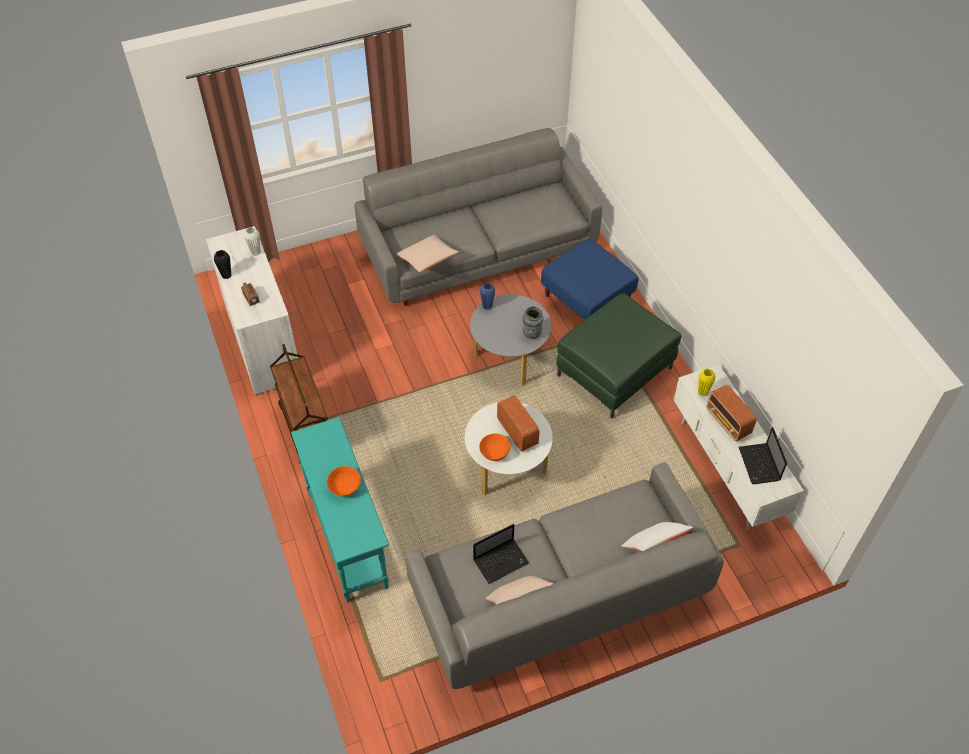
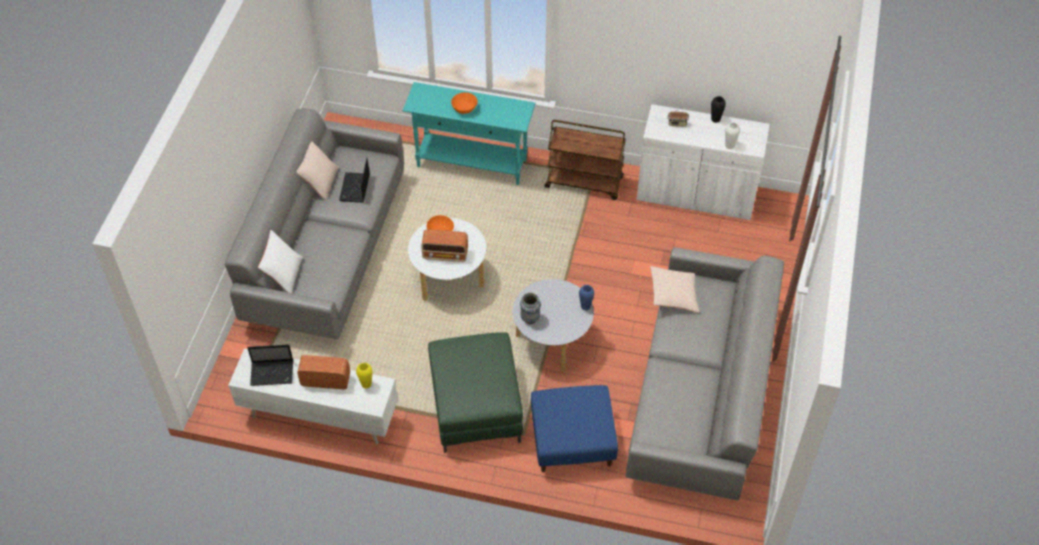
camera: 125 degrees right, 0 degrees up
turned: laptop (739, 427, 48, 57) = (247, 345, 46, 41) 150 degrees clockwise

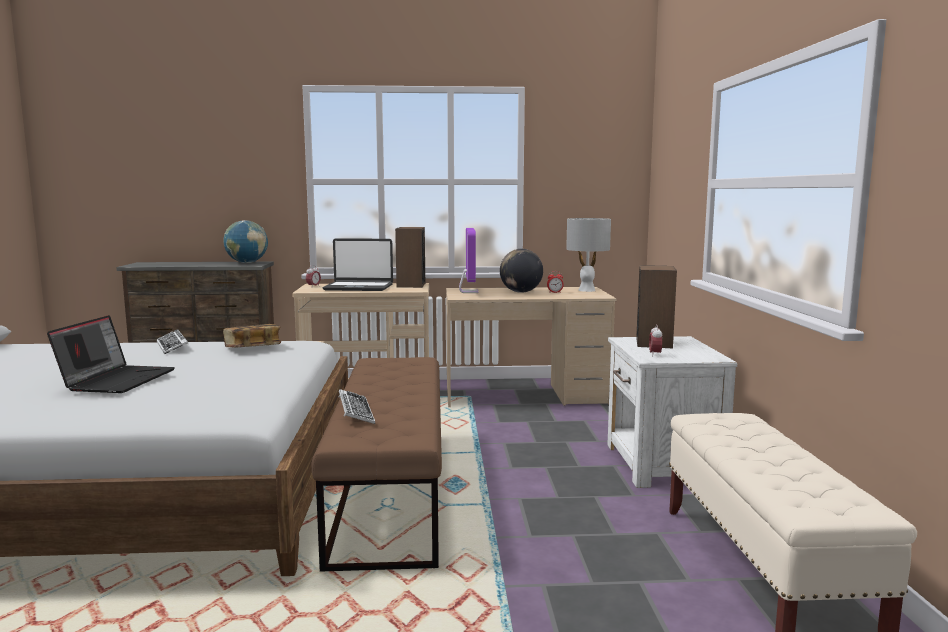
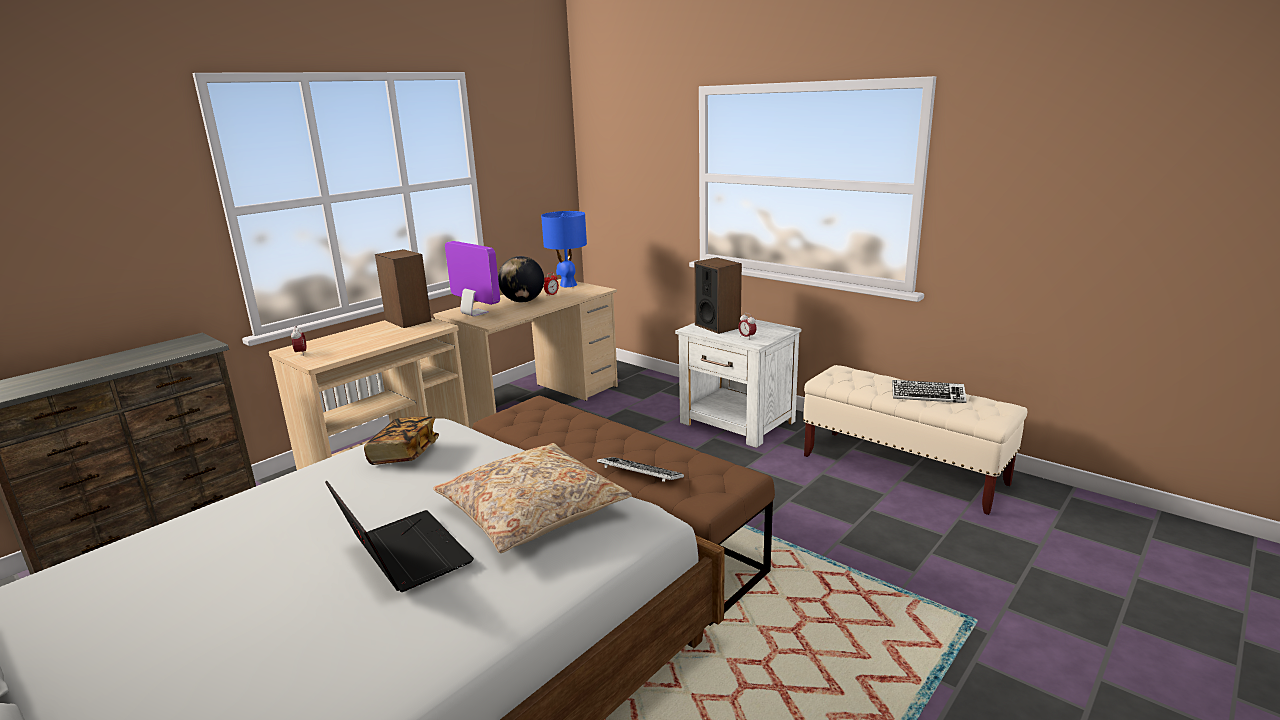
camera: 45 degrees left, 10 degrees up
removed: globe (223, 220, 45, 43); laptop (322, 238, 71, 53)
added: pillow/beige (433, 443, 198, 110)
moved: keyboard (157, 330, 31, 25) to (892, 380, 75, 23)
recoloured: table lamp/grey (566, 218, 45, 74) to table lamp/blue (541, 211, 46, 76)

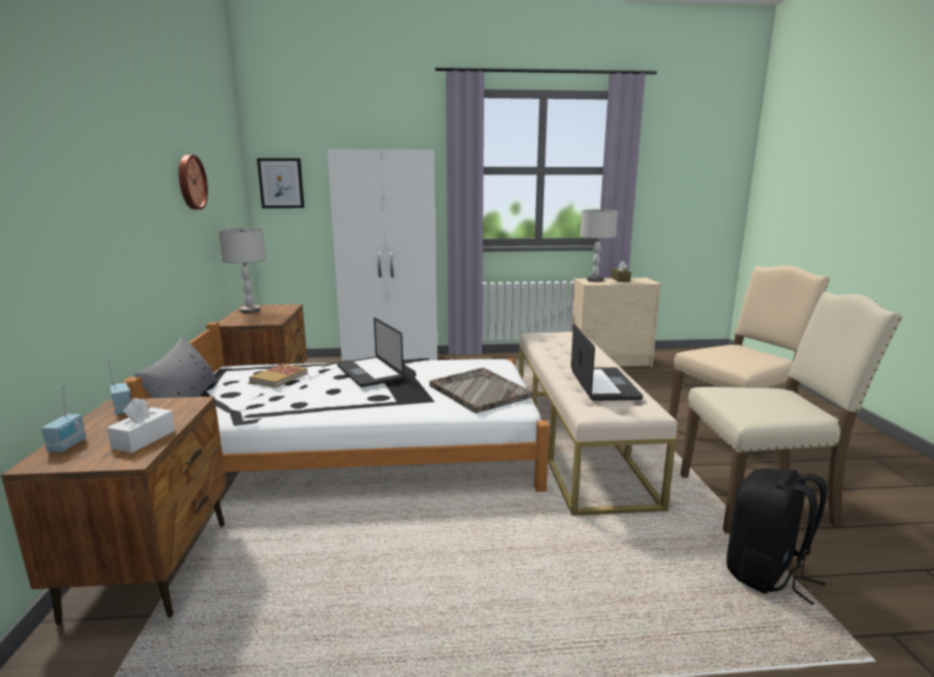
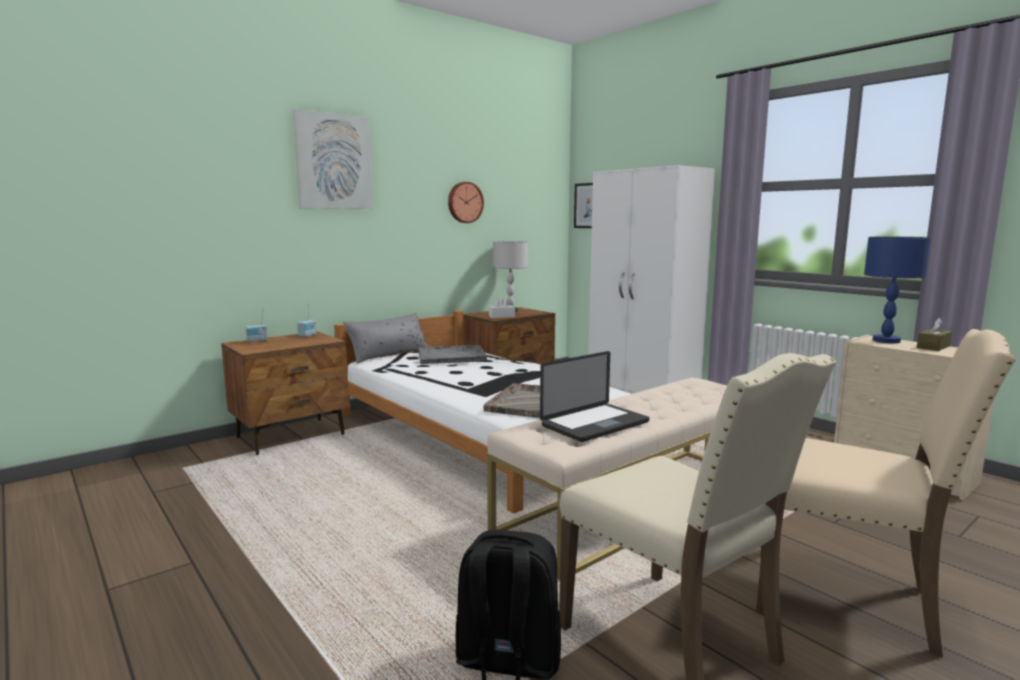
camera: 55 degrees right, 5 degrees down
removed: laptop (337, 317, 67, 70)
added: picture (293, 109, 80, 100)
moved: tissue box/white (107, 397, 68, 56) to (489, 296, 26, 22)
replaced: book (249, 364, 59, 24) to tray/grey (419, 345, 68, 19)
recoloured: table lamp/grey (580, 210, 38, 72) to table lamp/blue (864, 236, 67, 108)

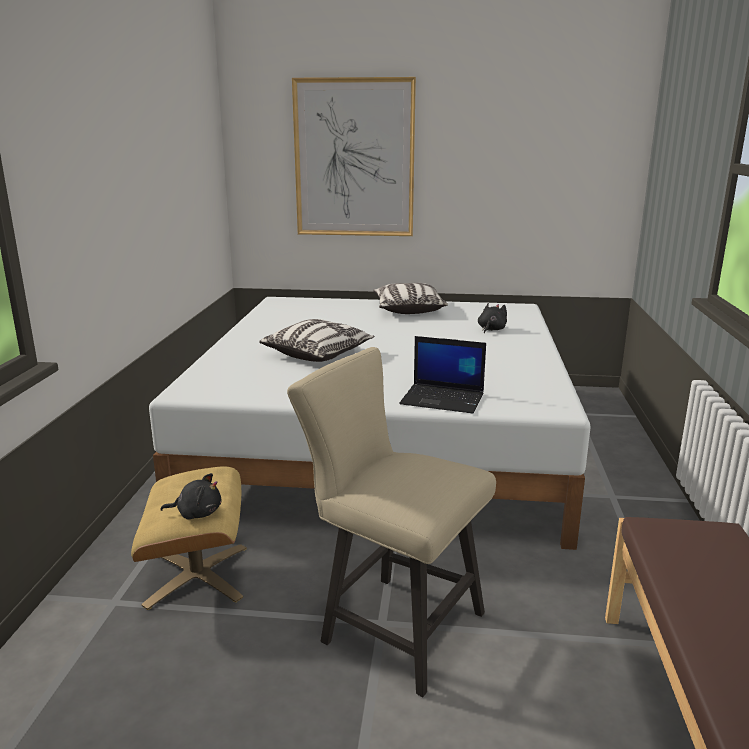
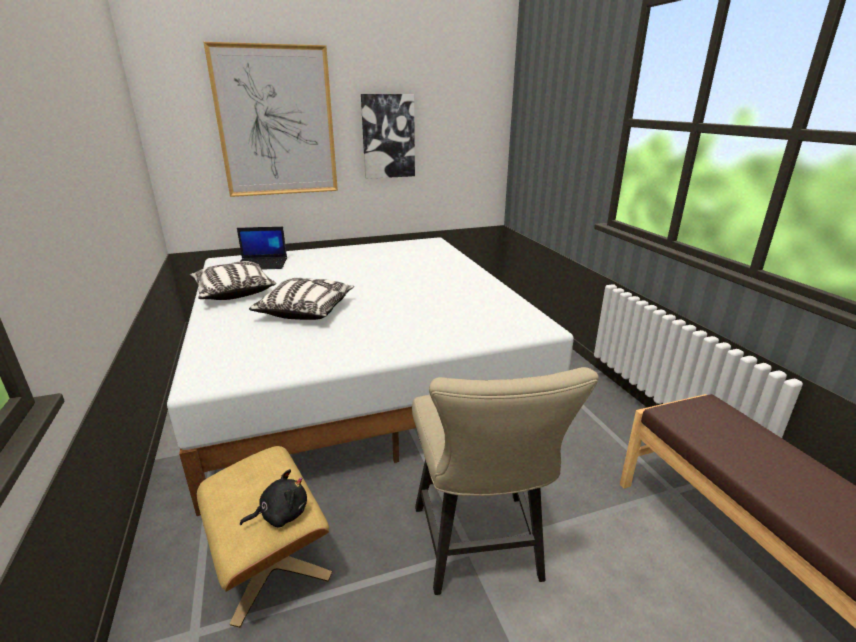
camera: 25 degrees left, 5 degrees up
removed: plush toy/black (478, 303, 29, 30)
added: picture (361, 94, 54, 85)
moved: pillow (373, 283, 75, 31) to (190, 261, 86, 39); laptop (399, 336, 87, 78) to (237, 227, 50, 43)
turned: chair/beige (287, 347, 209, 350) = (412, 367, 187, 228) 105 degrees counterclockwise

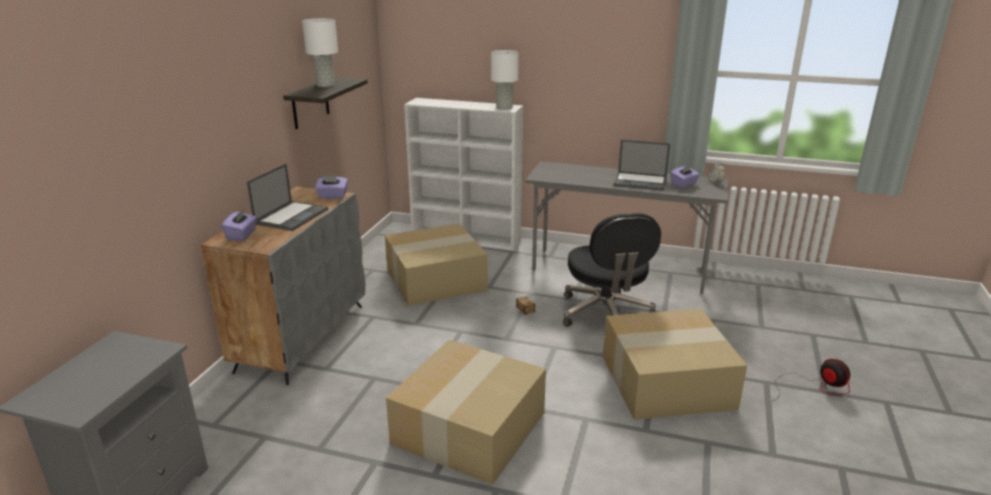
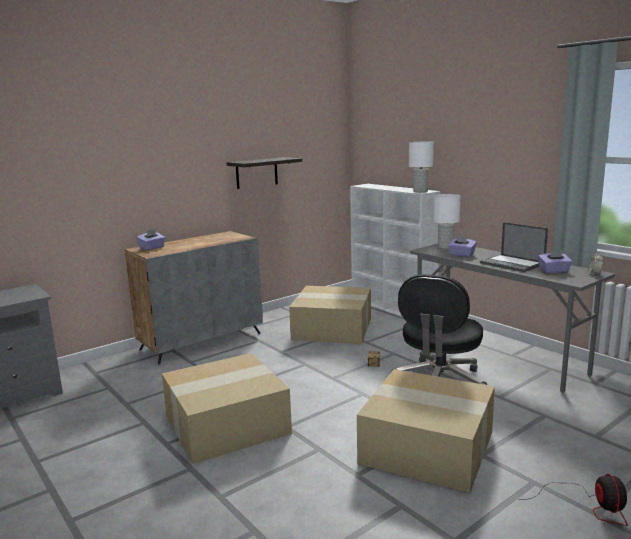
camera: 35 degrees right, 10 degrees down
removed: laptop (247, 164, 81, 67)
moved: table lamp/white (302, 18, 36, 69) to (433, 194, 28, 55); tissue box/purple (315, 175, 33, 24) to (448, 236, 29, 21)

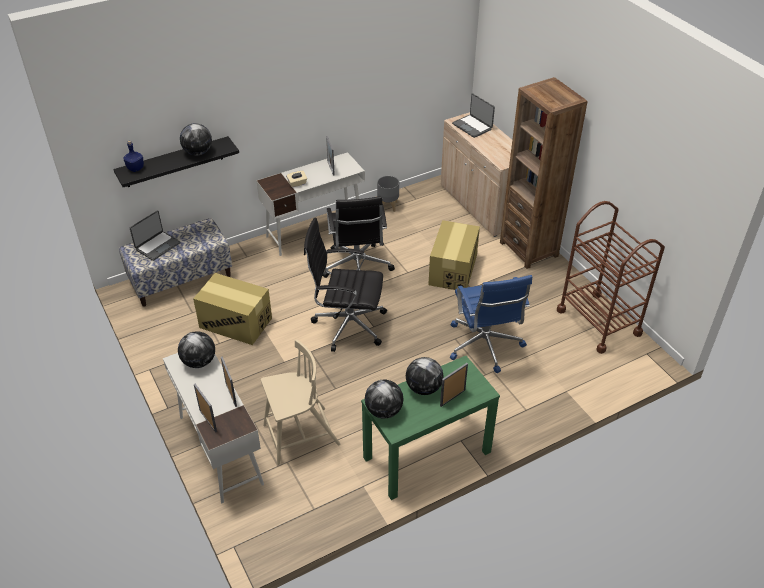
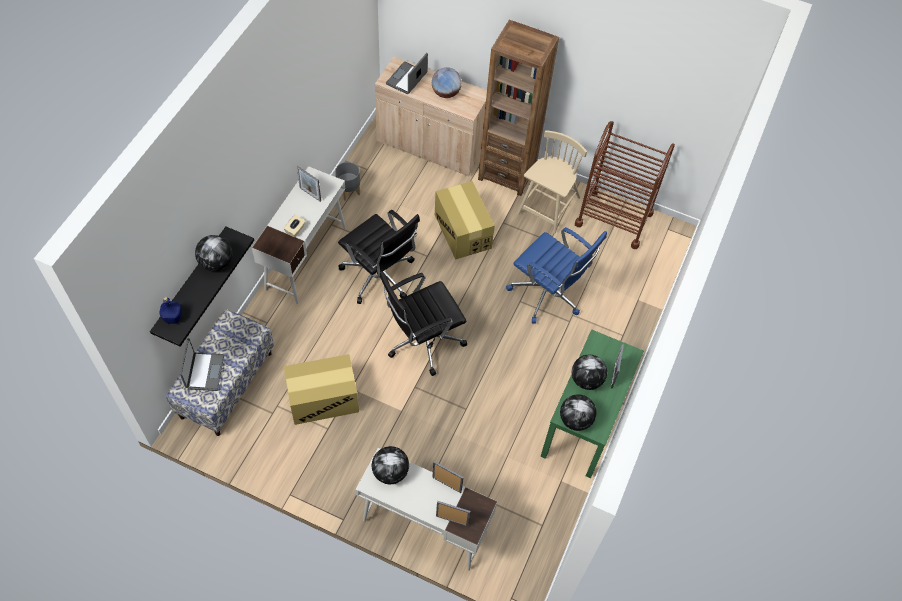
camera: 40 degrees left, 15 degrees up
added: globe (432, 67, 30, 31)
moved: chair/beige (261, 339, 79, 126) to (517, 130, 70, 104)
turned: laptop (452, 93, 43, 45) = (386, 53, 42, 41) 105 degrees clockwise

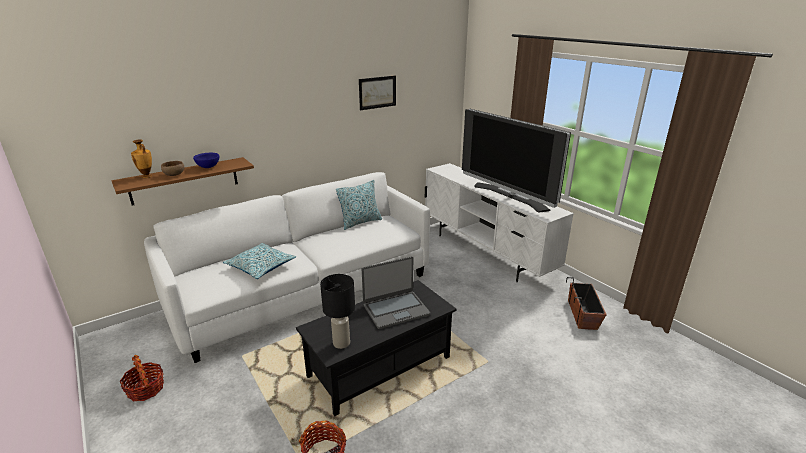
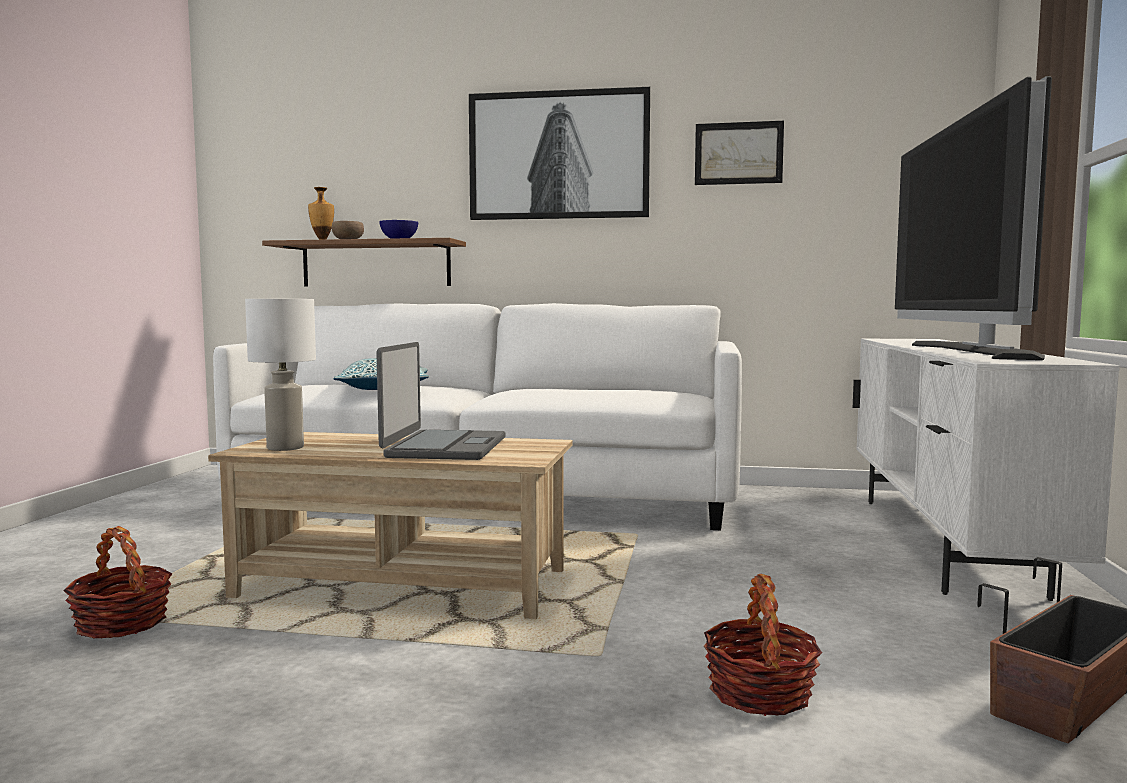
camera: 45 degrees right, 20 degrees down
removed: pillow (336, 180, 46, 50)
added: picture (469, 87, 181, 133)
moved: basket (119, 355, 45, 46) to (704, 574, 118, 142)
recoloured: coffee table/black (296, 280, 161, 136) to coffee table/beige (208, 432, 365, 187); table lamp/black (320, 274, 35, 75) to table lamp/white (245, 299, 71, 152)
turned: laptop (362, 257, 68, 72) = (376, 342, 129, 118) 105 degrees counterclockwise

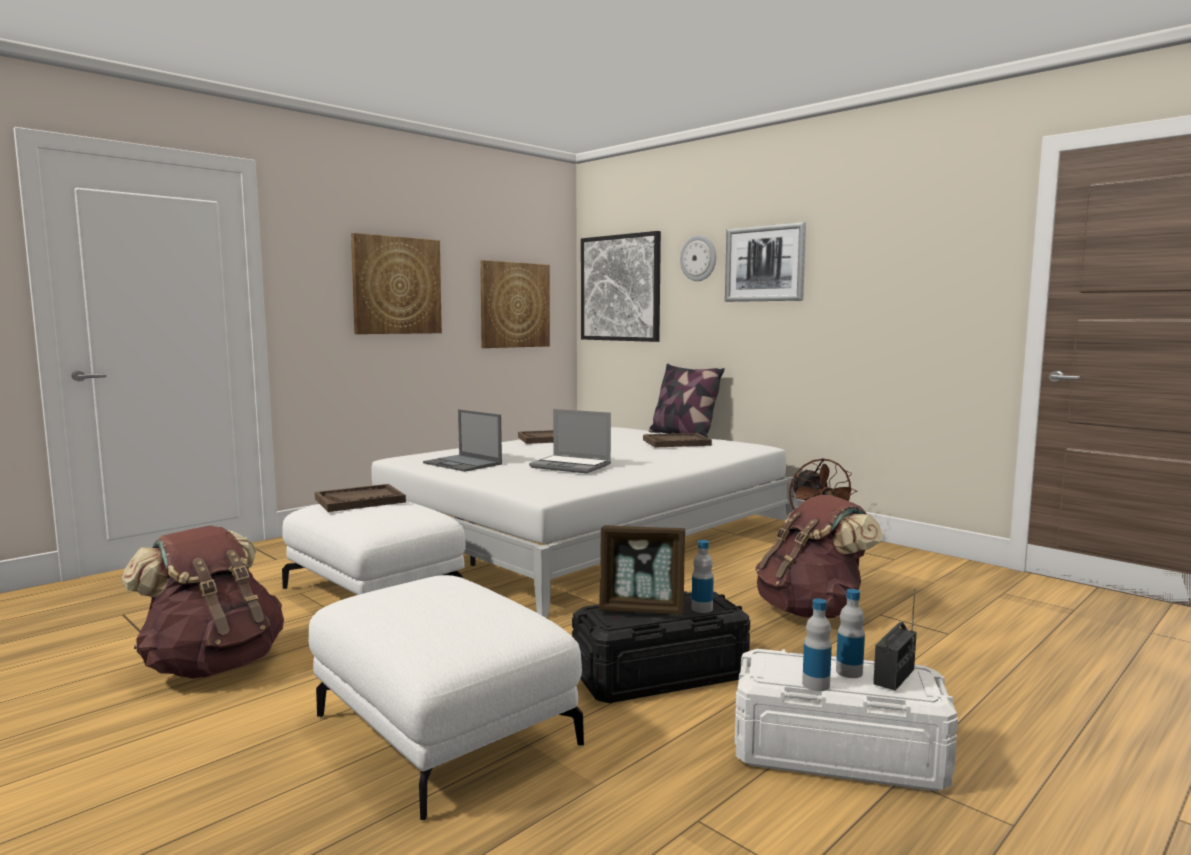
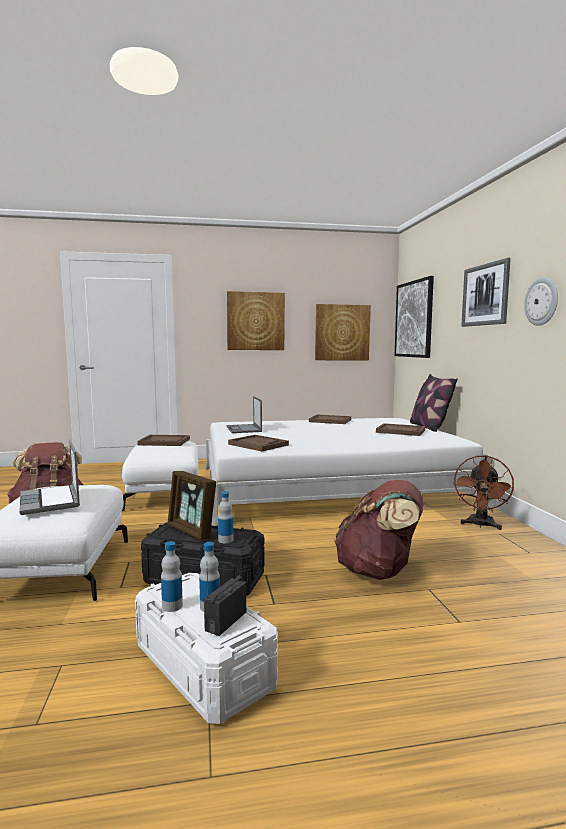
camera: 35 degrees right, 0 degrees up
added: tray/brown (228, 435, 61, 16)
moved: laptop (529, 409, 82, 65) to (19, 440, 61, 75); wall clock (680, 235, 36, 46) to (524, 278, 34, 48)
turned: radio (873, 589, 44, 102) = (204, 568, 42, 68) 135 degrees clockwise

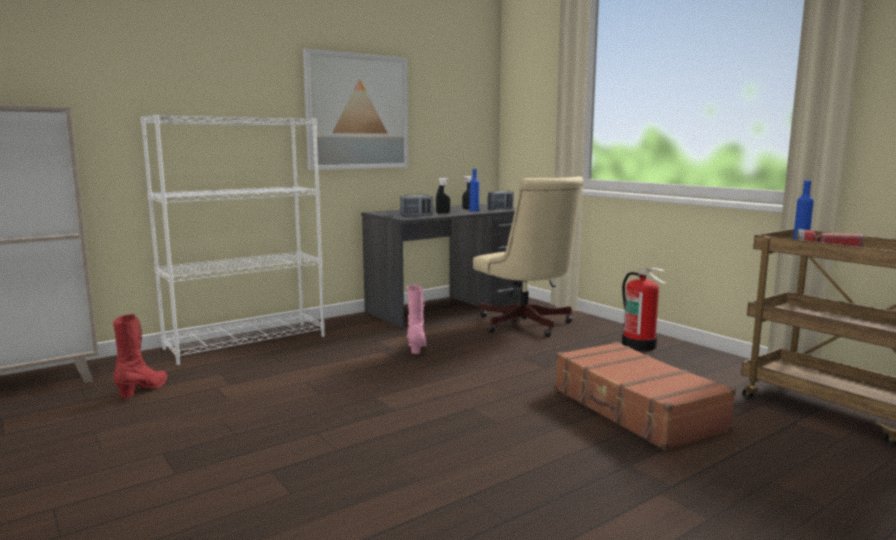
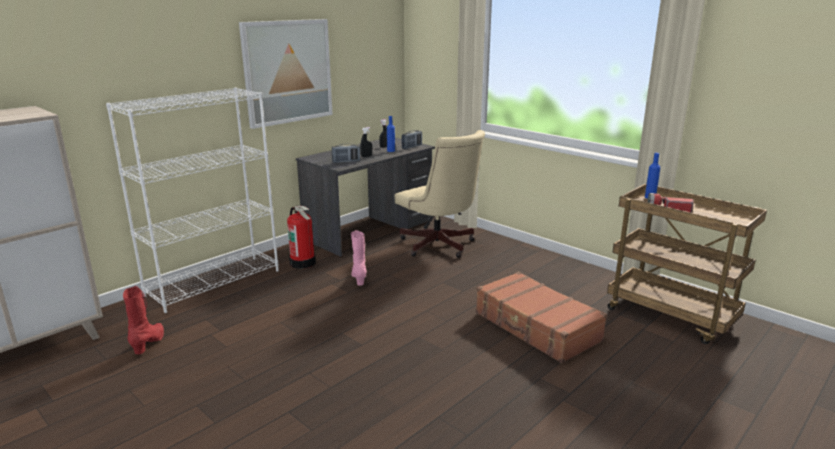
camera: 10 degrees left, 10 degrees up
moved: fire extinguisher (622, 268, 44, 83) to (287, 205, 29, 64)

